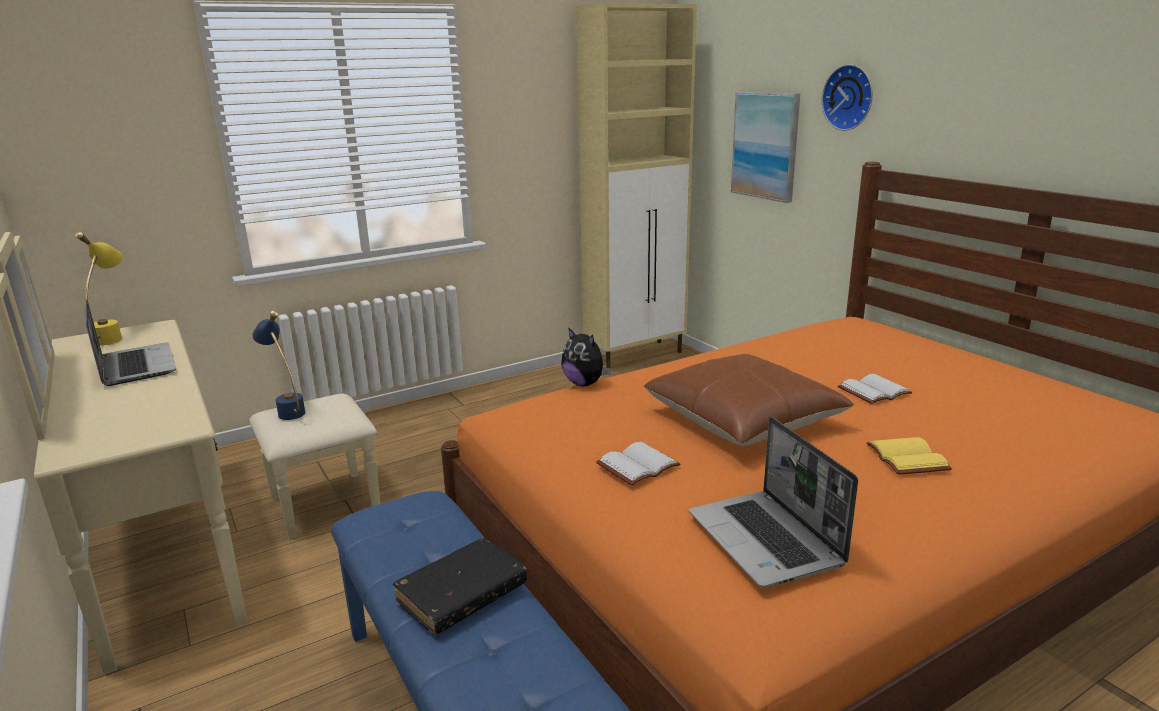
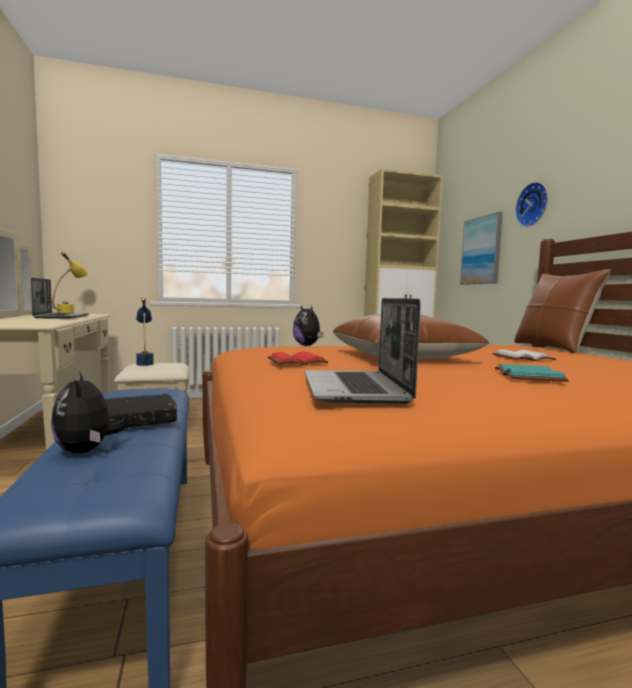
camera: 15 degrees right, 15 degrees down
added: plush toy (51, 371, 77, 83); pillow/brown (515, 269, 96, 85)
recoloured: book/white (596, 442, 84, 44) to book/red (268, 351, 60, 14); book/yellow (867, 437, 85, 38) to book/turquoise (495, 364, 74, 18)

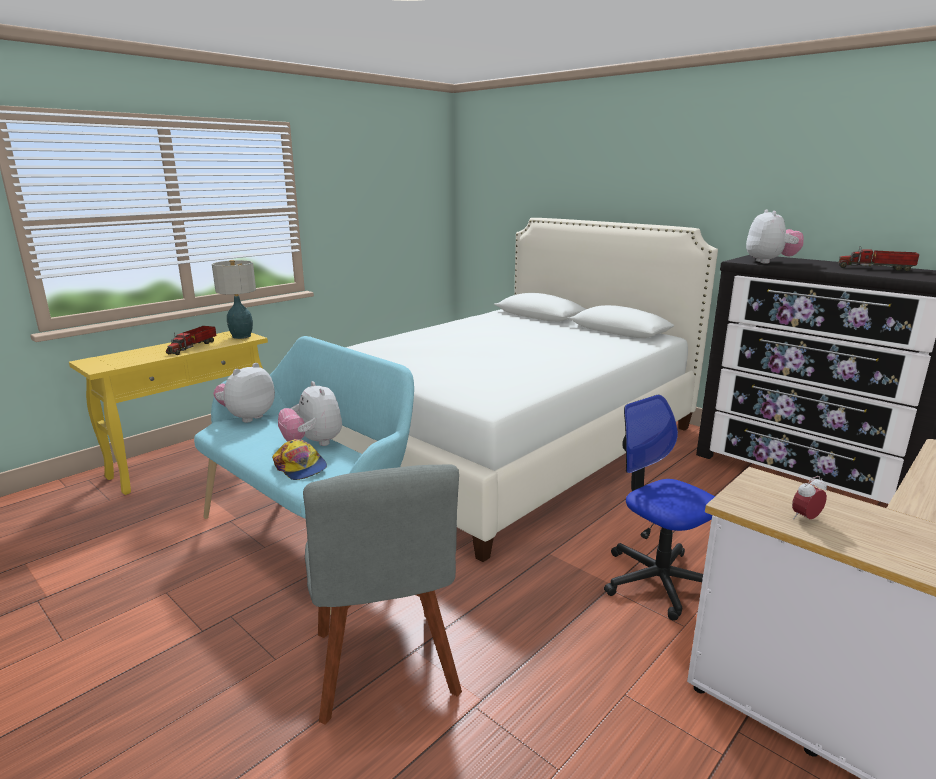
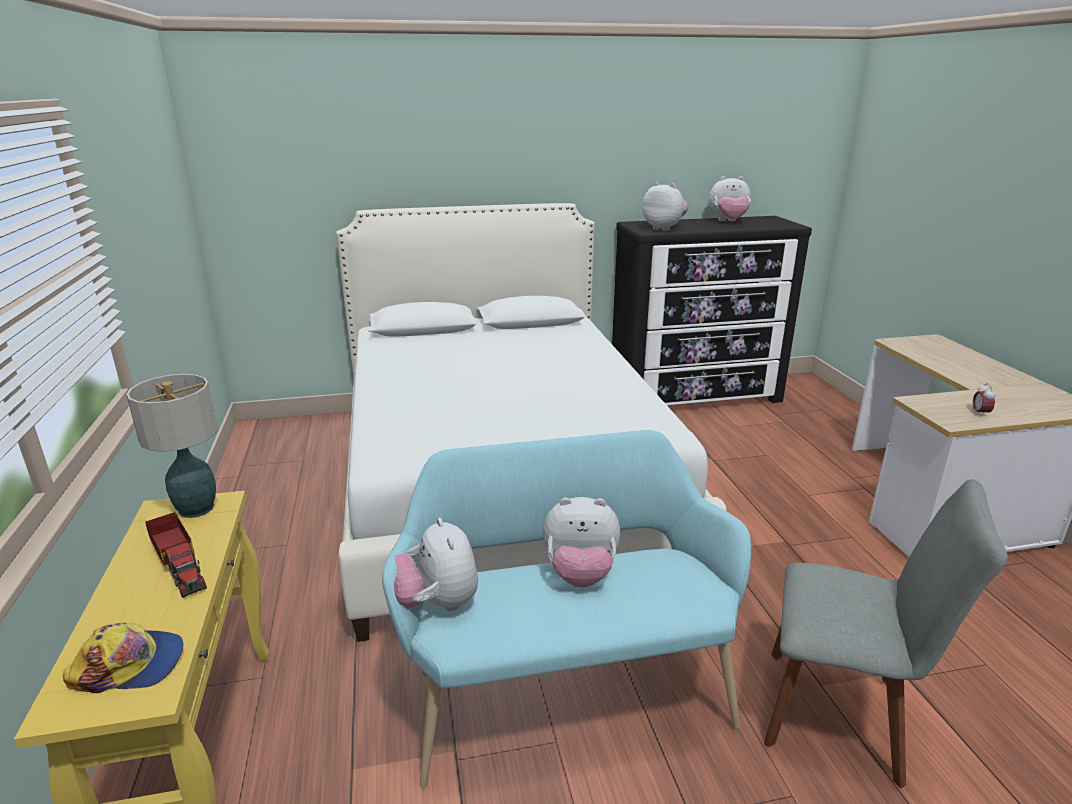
camera: 55 degrees left, 5 degrees up
removed: office chair (604, 395, 111, 226)
moved: cap (272, 439, 55, 41) to (63, 623, 121, 70)
replaced: toy truck (838, 247, 81, 24) to plush toy (709, 176, 42, 45)

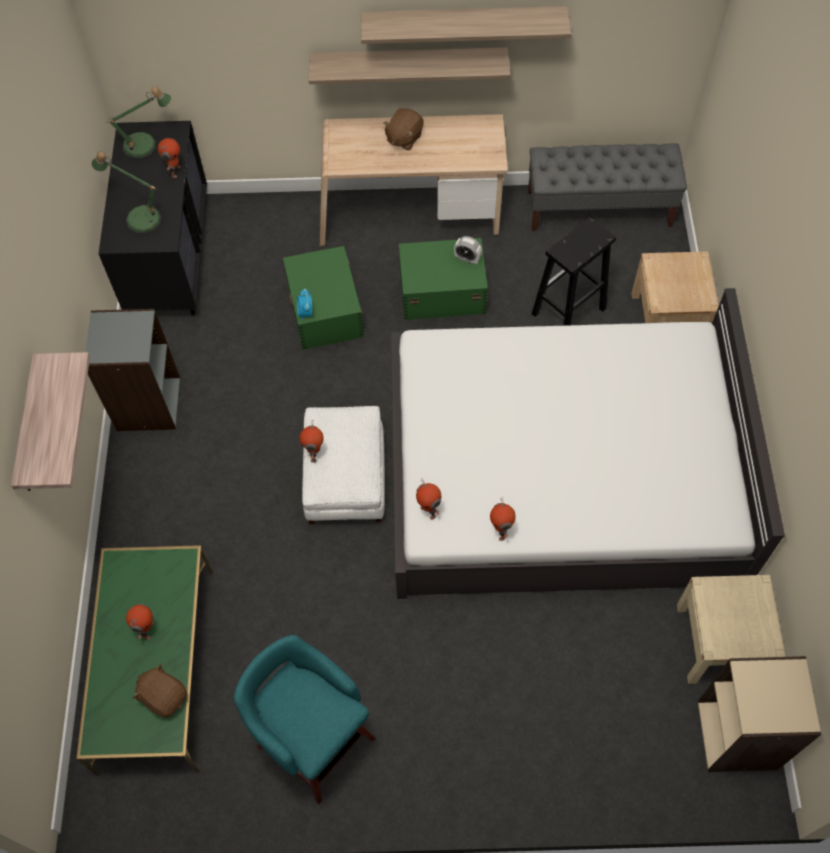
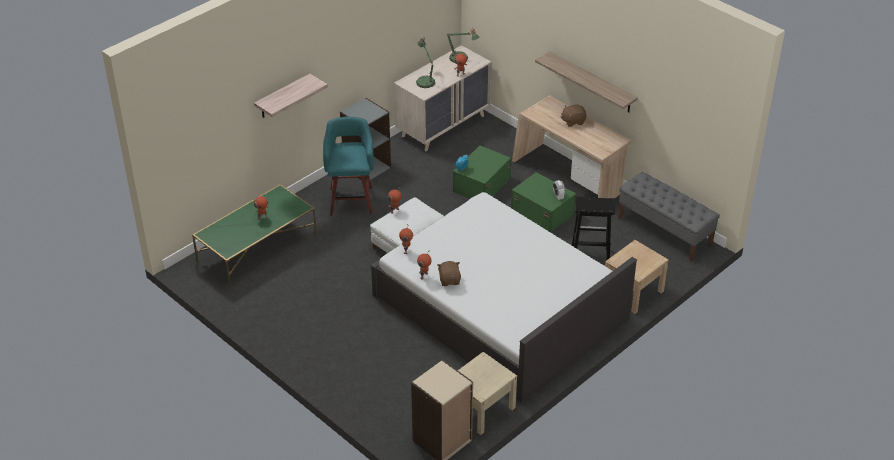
camera: 45 degrees right, 20 degrees down
removed: shelf (361, 6, 210, 38)
moved: plush toy/brown (133, 664, 54, 54) to (437, 261, 24, 25); stool/turquoise (234, 635, 142, 169) to (323, 117, 51, 99)
recoloured: dresser/black (98, 121, 109, 195) to dresser/beige (394, 45, 98, 106)

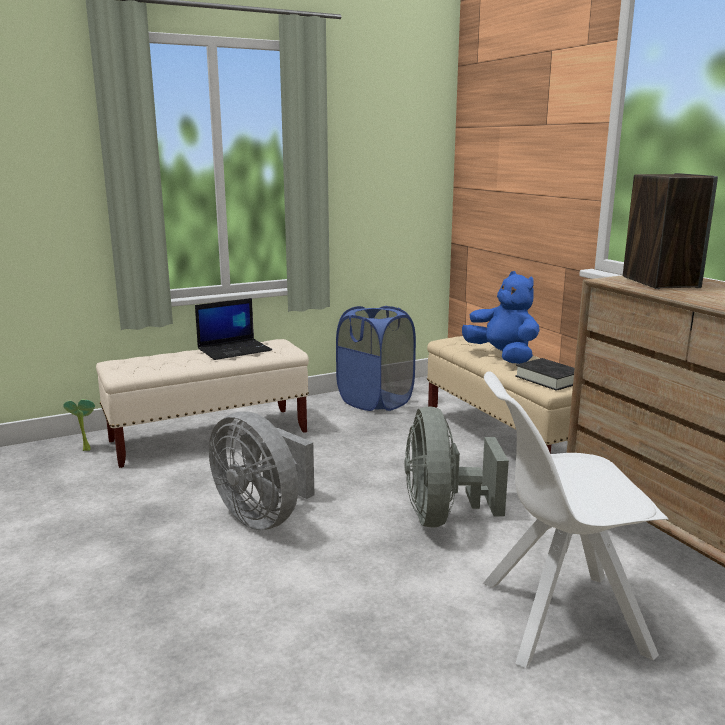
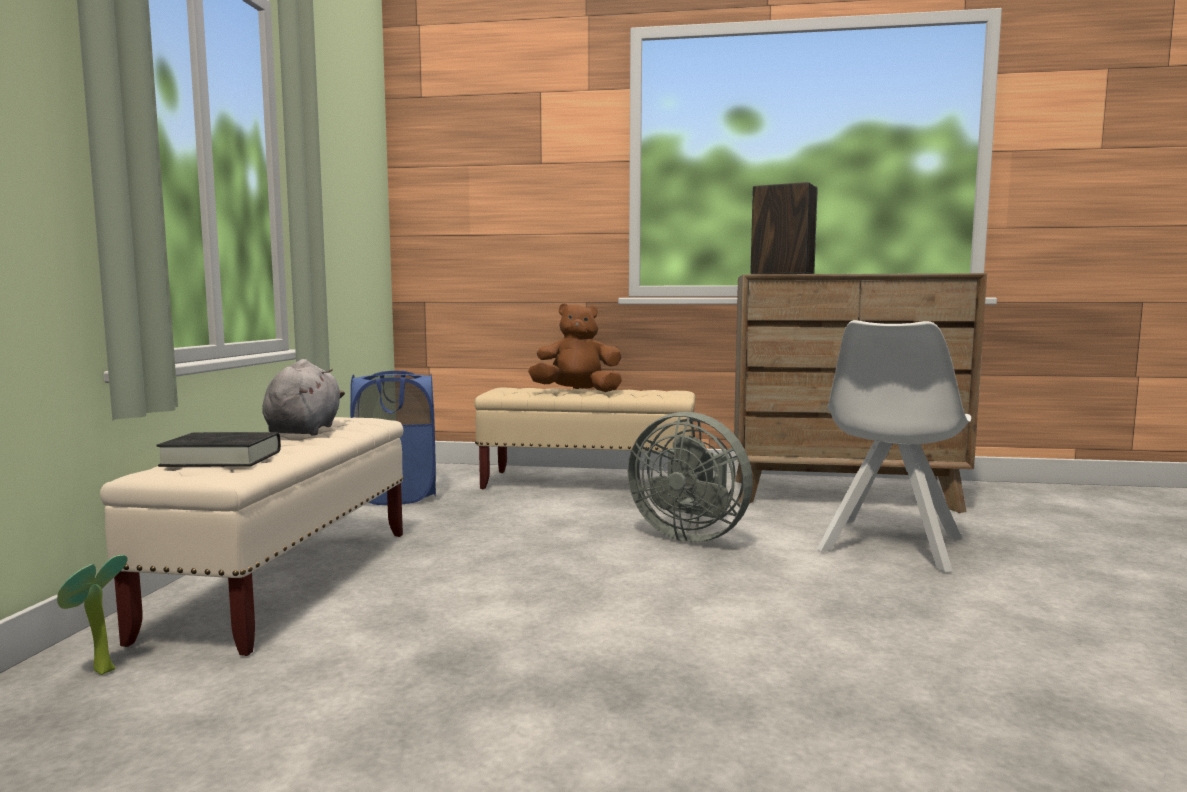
camera: 55 degrees left, 10 degrees down
removed: fan/grey (209, 411, 106, 119)
moved: book/black (515, 358, 60, 33) to (156, 432, 125, 35)
replaced: laptop (195, 298, 77, 62) to plush toy/grey (262, 359, 83, 77)
recoloured: plush toy/blue (462, 271, 78, 93) to plush toy/brown (528, 303, 94, 89)

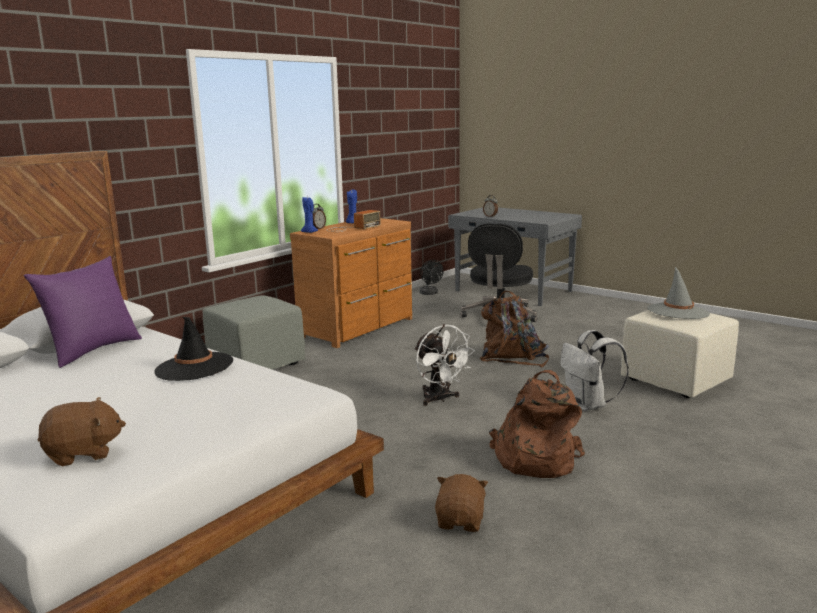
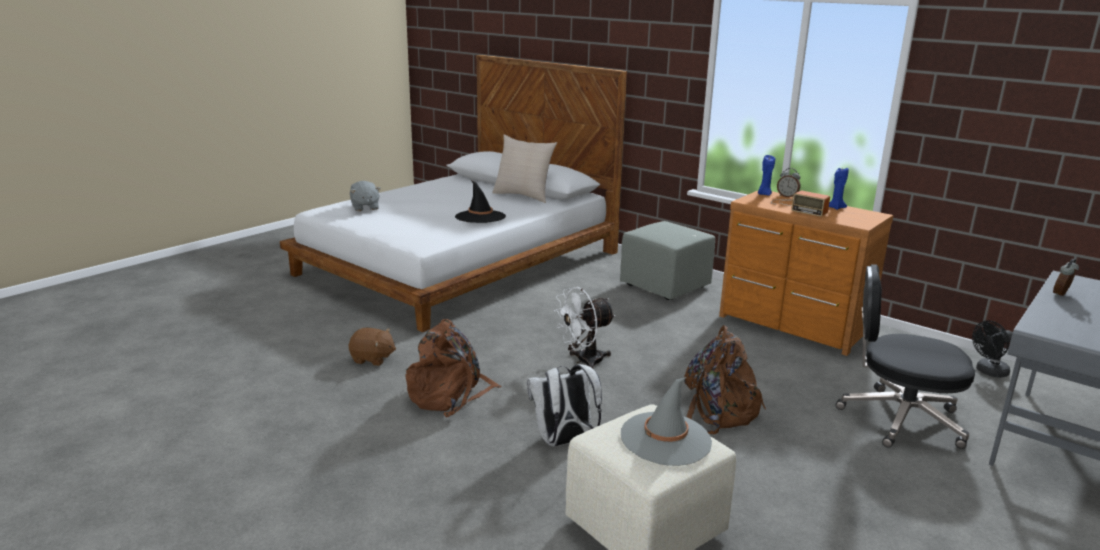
camera: 90 degrees right, 5 degrees up
recoloured: pillow/purple (23, 256, 119, 112) to pillow/beige (492, 135, 65, 68); plush toy/brown (38, 397, 88, 70) to plush toy/grey (350, 181, 31, 30)

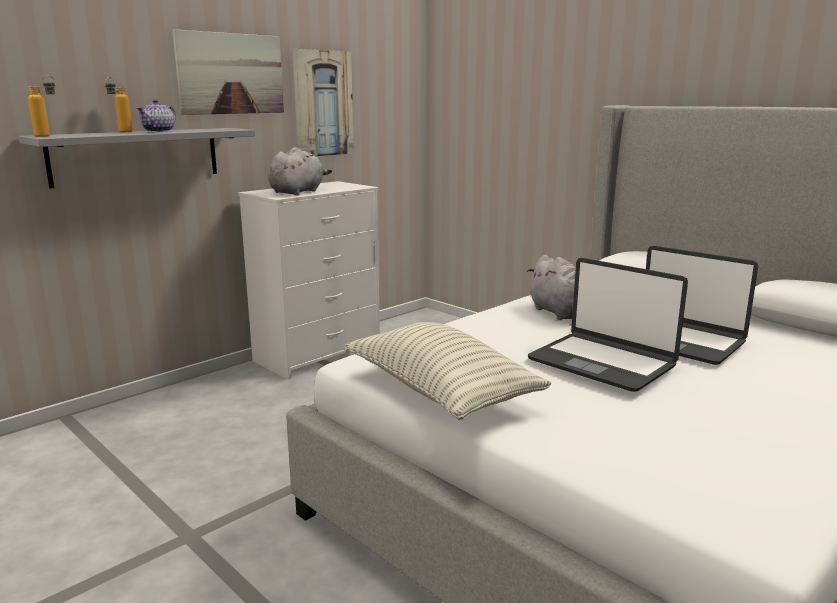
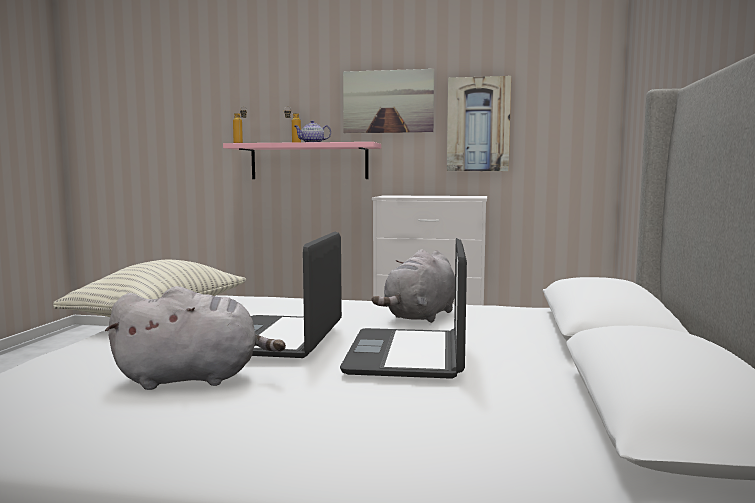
camera: 55 degrees right, 10 degrees down
moved: plush toy/grey (268, 147, 64, 48) to (105, 286, 181, 104)
recoloured: shelf/grey (19, 128, 236, 60) to shelf/pink (223, 142, 158, 37)

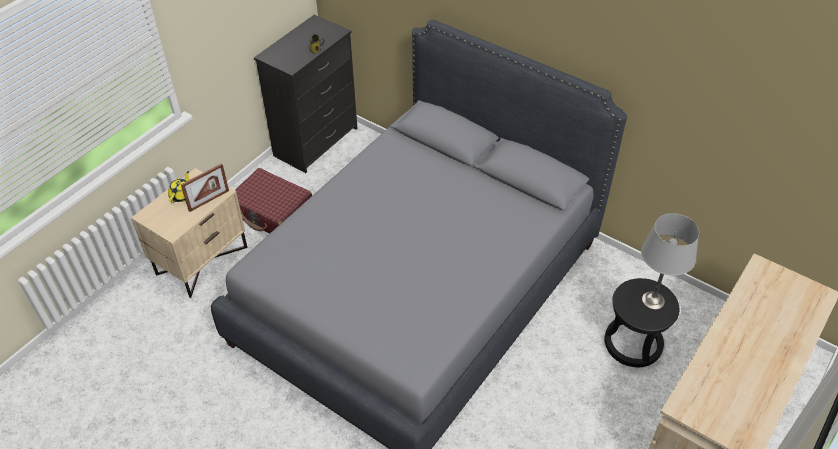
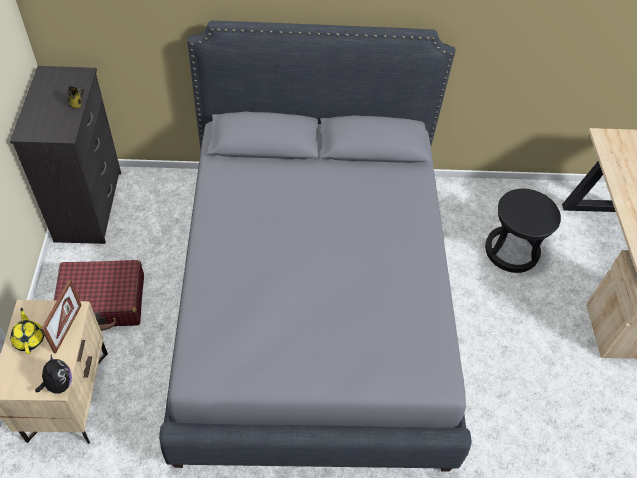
camera: 40 degrees left, 5 degrees up
removed: table lamp/grey (641, 213, 58, 97)
added: plush toy (35, 354, 37, 40)

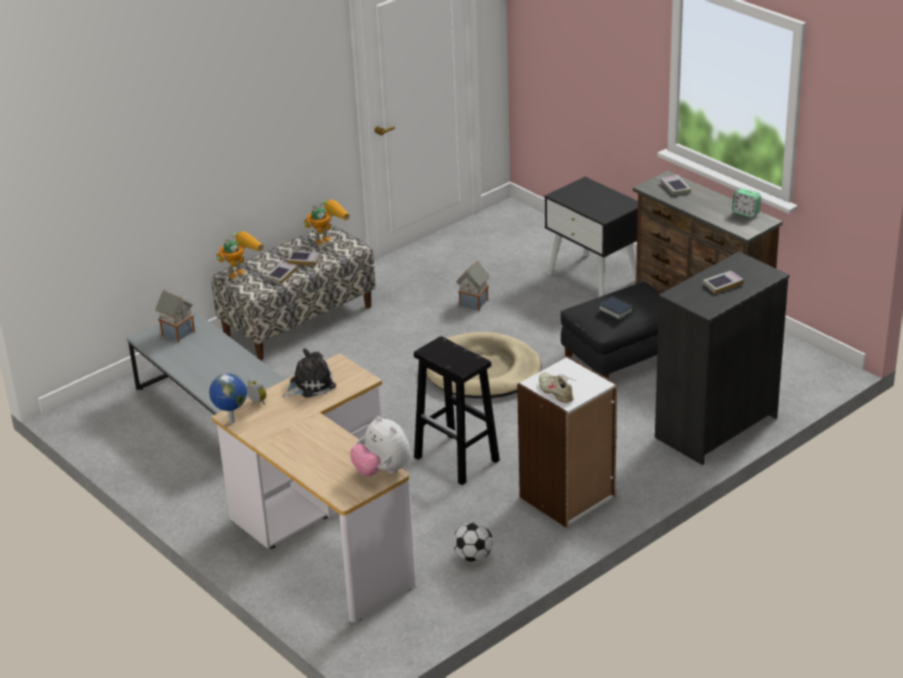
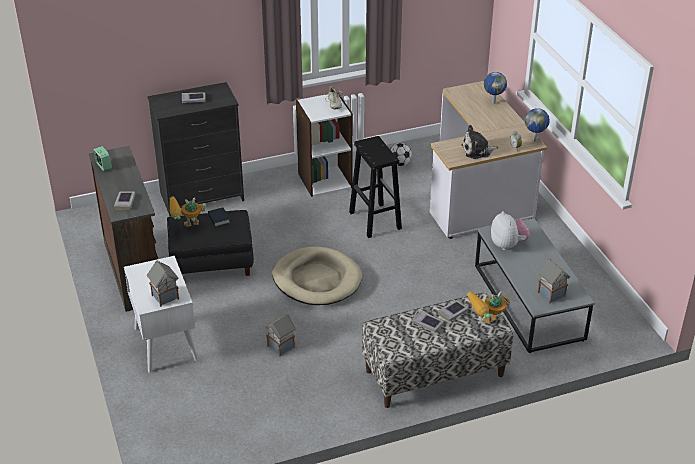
camera: 160 degrees left, 5 degrees up
added: toy house (147, 260, 32, 47); globe (484, 72, 23, 32)
moved: toy robot (304, 200, 46, 49) to (169, 196, 37, 31); plush toy (350, 416, 61, 60) to (491, 211, 39, 39)
recoloured: nightstand/black (545, 177, 93, 120) to nightstand/white (124, 256, 75, 117)

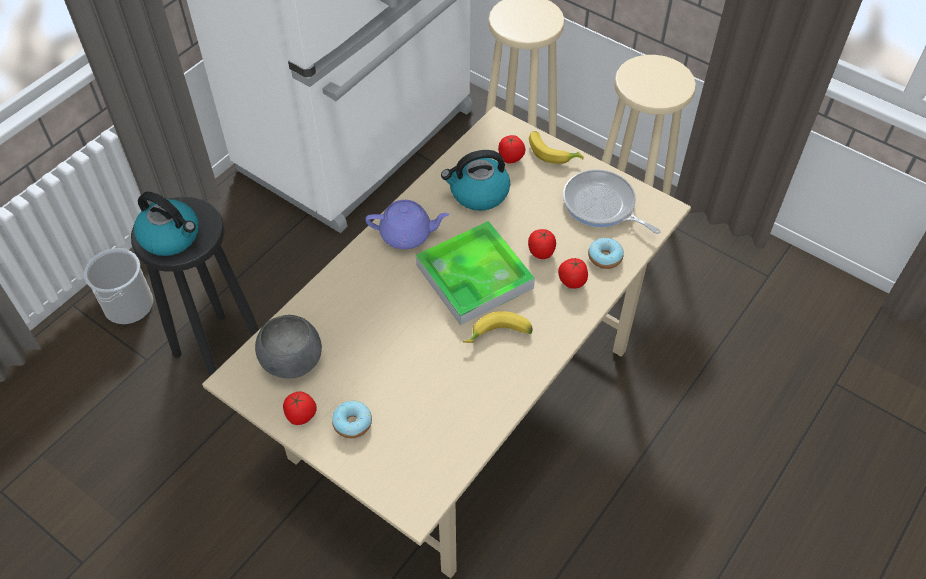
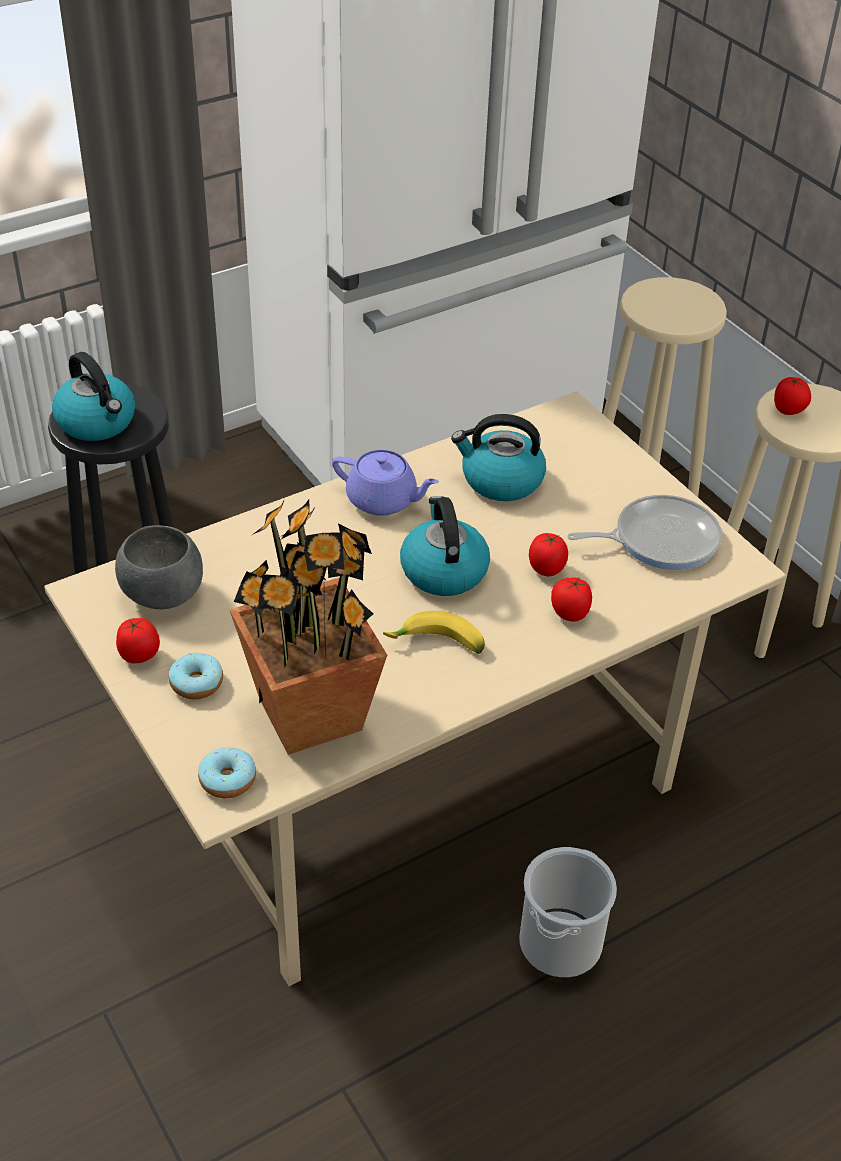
camera: 20 degrees right, 10 degrees down
removed: banana (529, 131, 55, 33)
added: potted plant (229, 499, 158, 256)
moved: bucket (84, 248, 69, 77) to (519, 847, 98, 131); tomato (498, 135, 28, 29) to (774, 376, 37, 39); donut (588, 238, 36, 31) to (198, 747, 58, 51)
replaced: tray (416, 221, 119, 104) to kettle (400, 496, 90, 100)
turned: frying pan (563, 169, 98, 65) = (567, 495, 155, 75) 105 degrees clockwise

